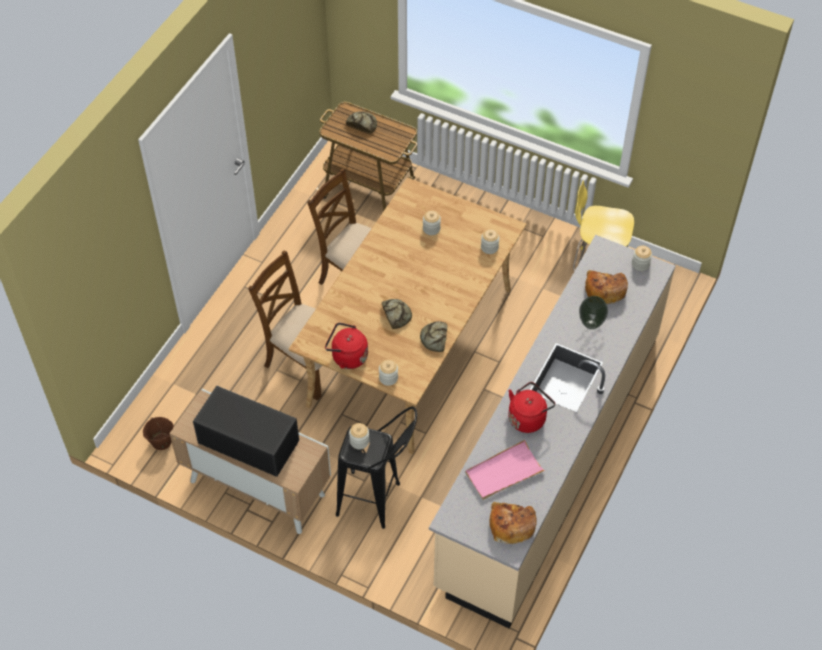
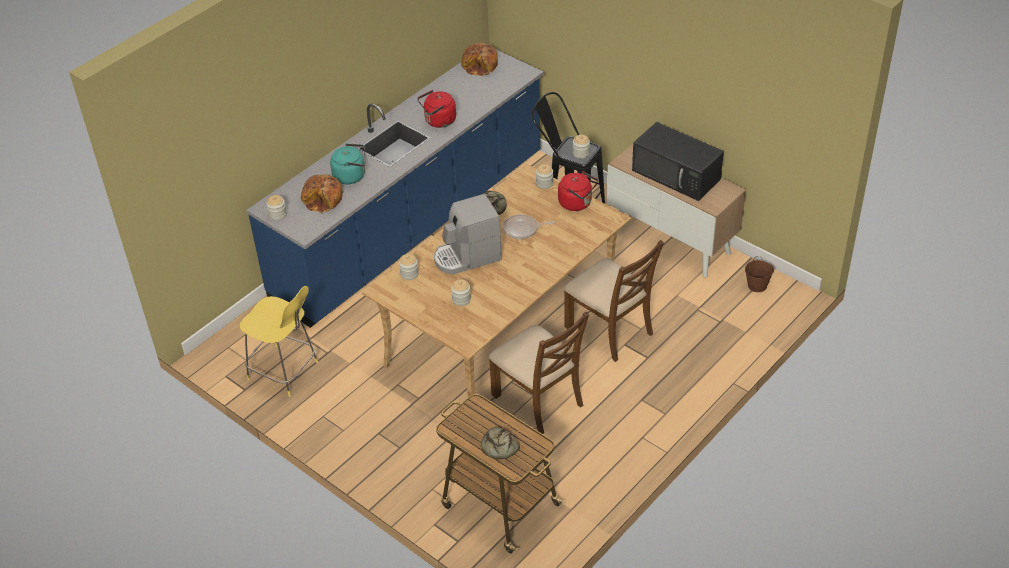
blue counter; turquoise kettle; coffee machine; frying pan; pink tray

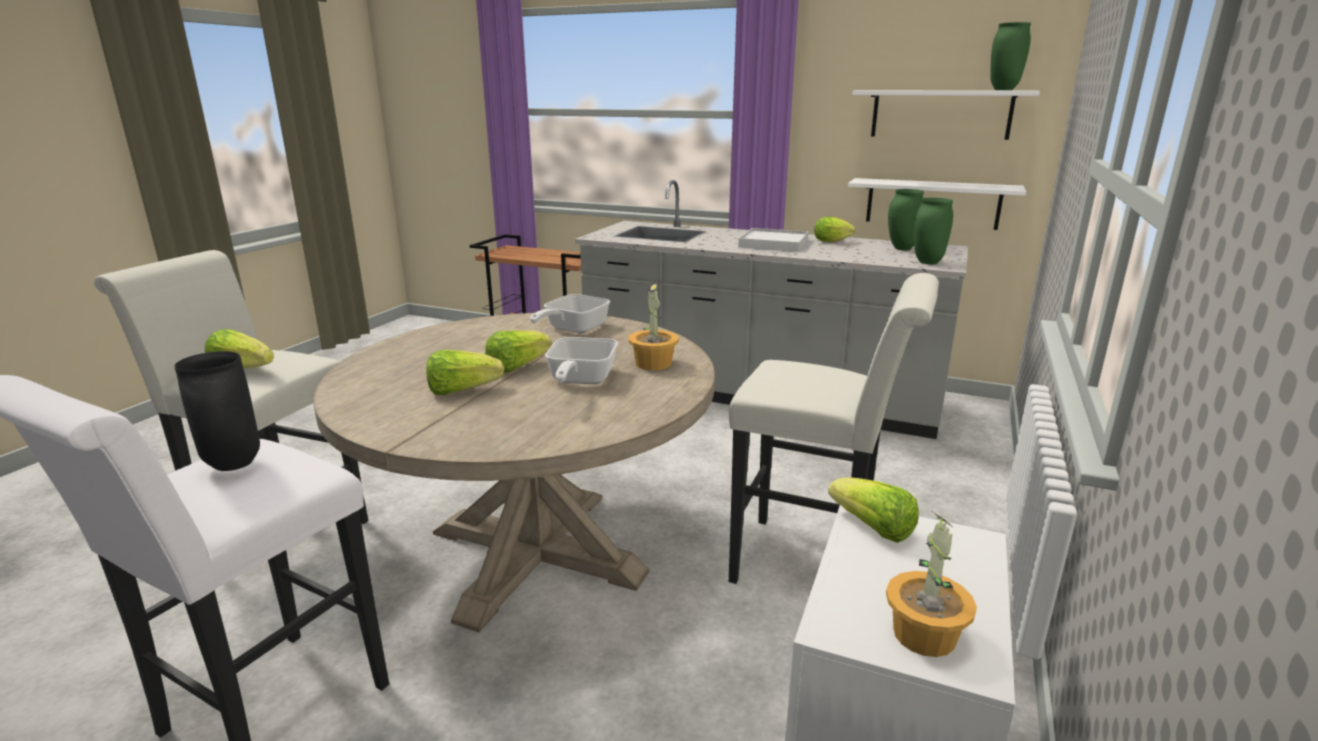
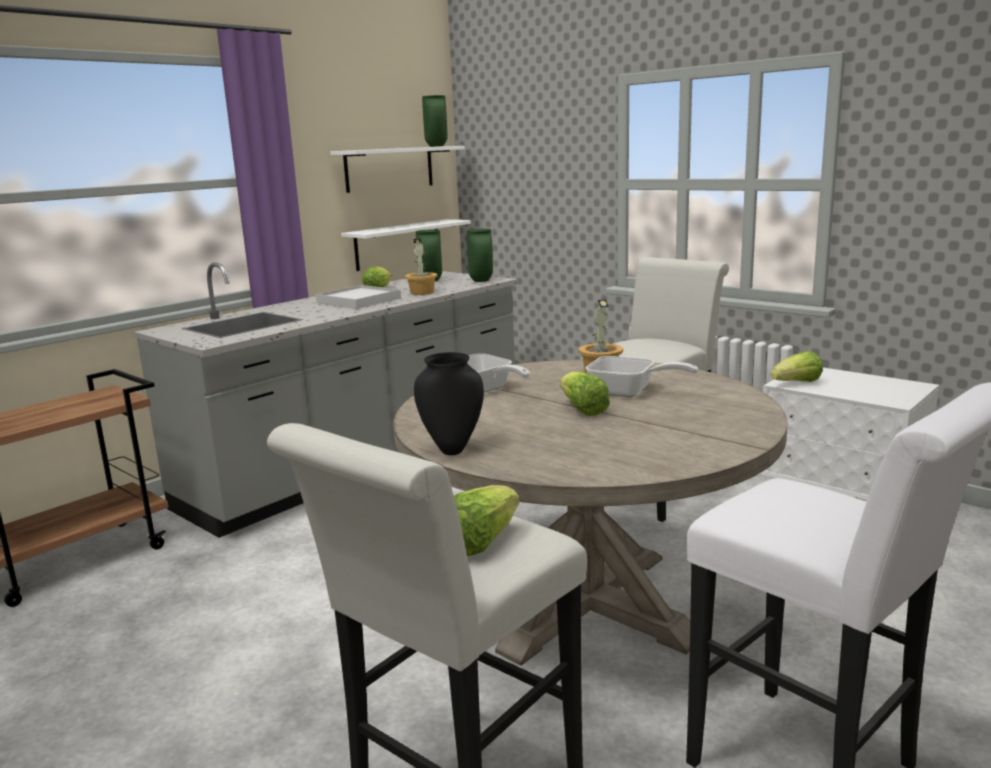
potted plant (1st from left); black vase; lettuce (2nd from left in the first image)

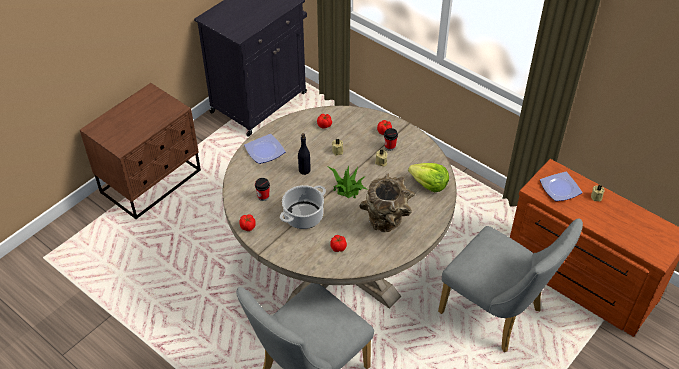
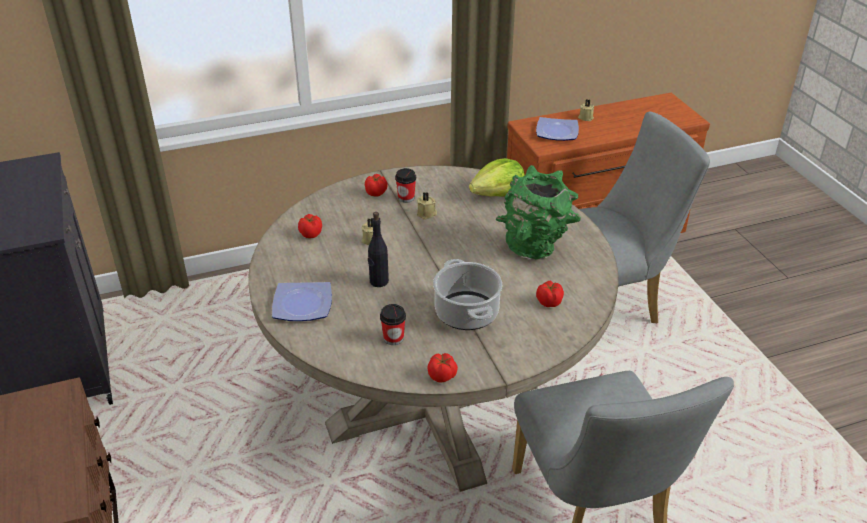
green vase; potted plant

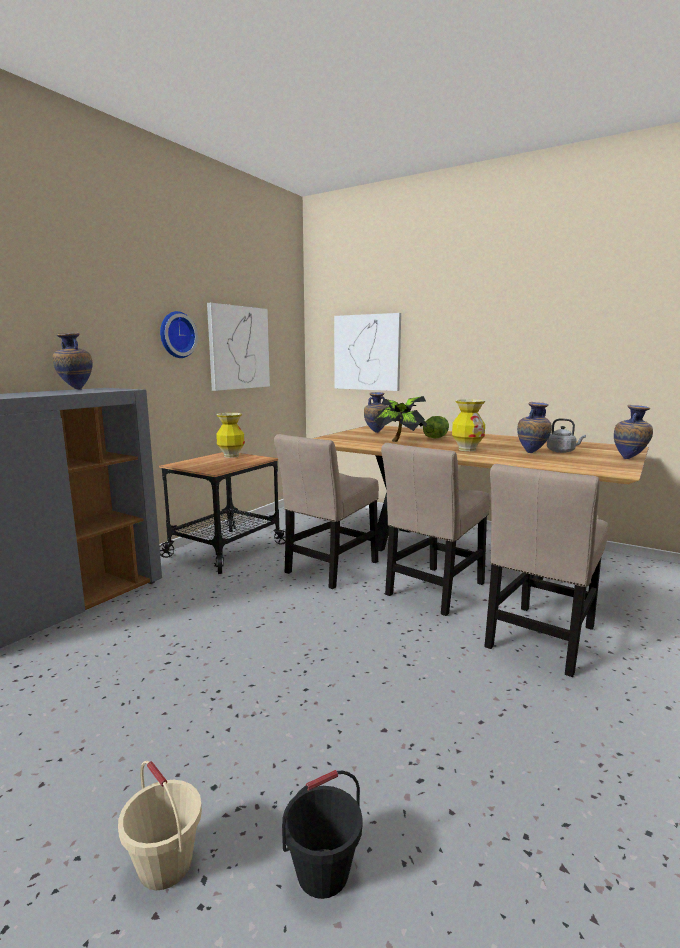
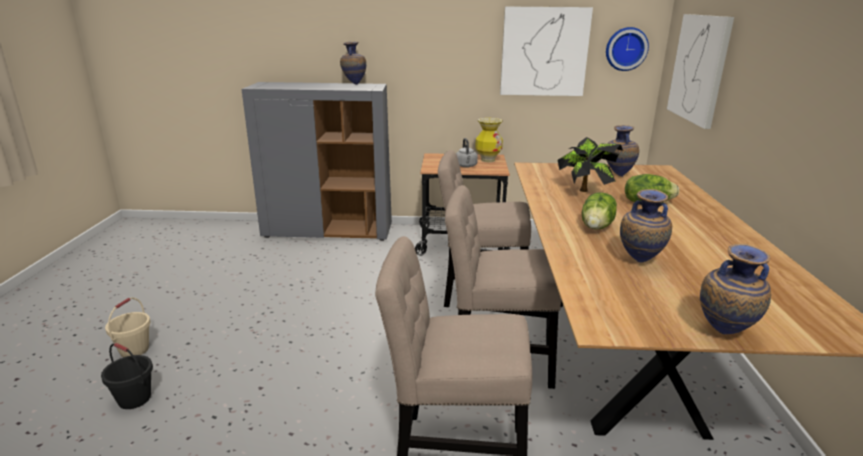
grey kettle; lettuce (1st from left); wall clock

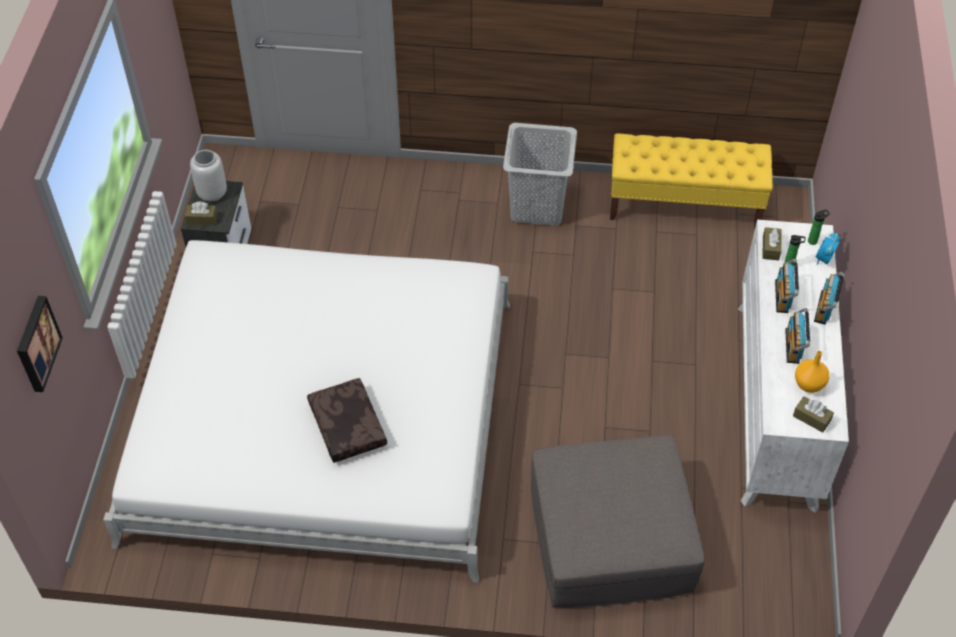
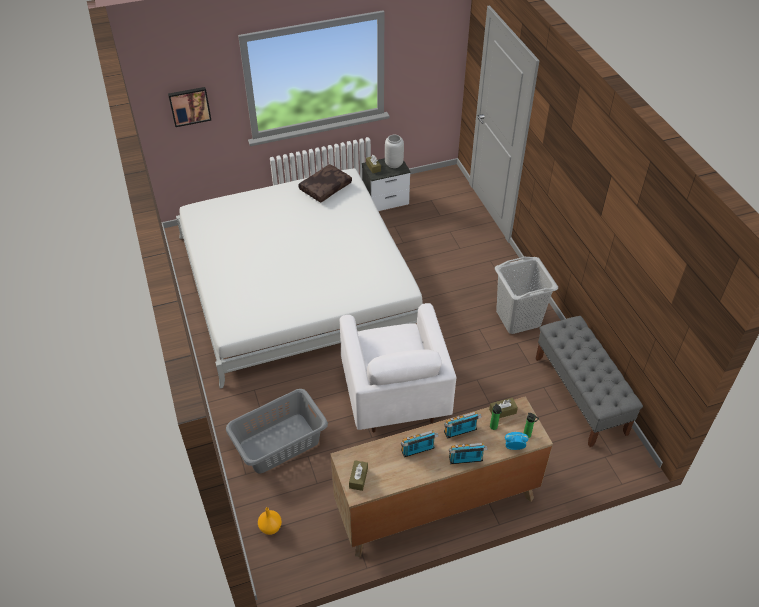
grey laundry basket (1st from left); orange vase; brown pillow; brown dresser; white armchair; grey bench

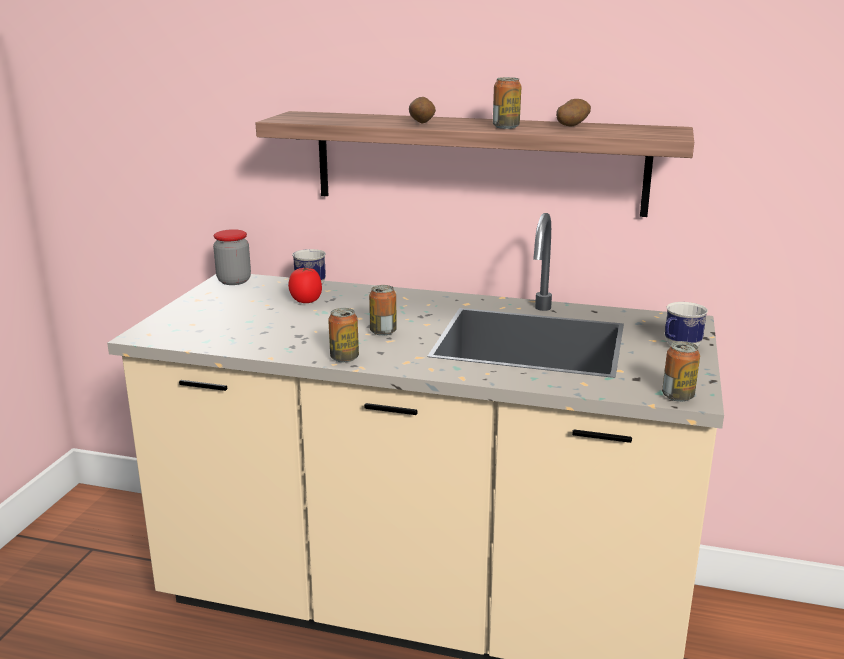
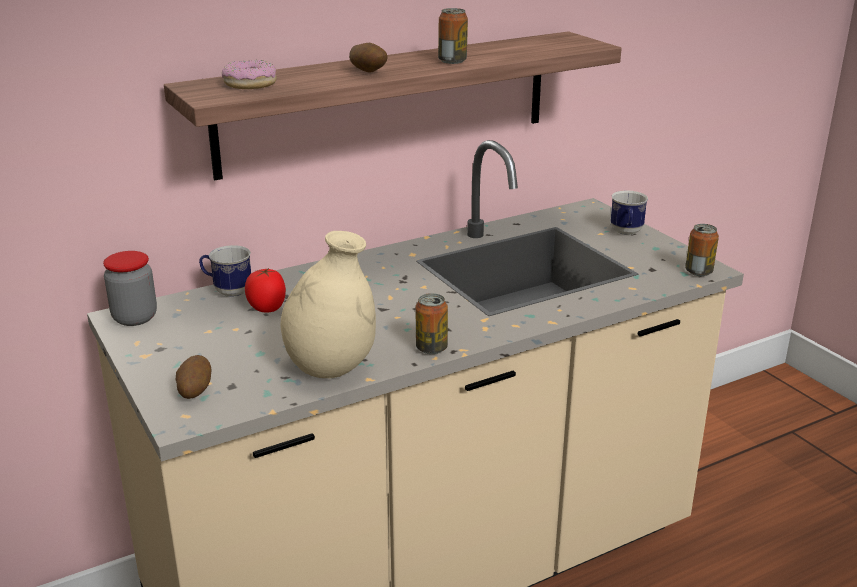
potato (1st from left); donut; beige vase; can (2nd from left in the first image)

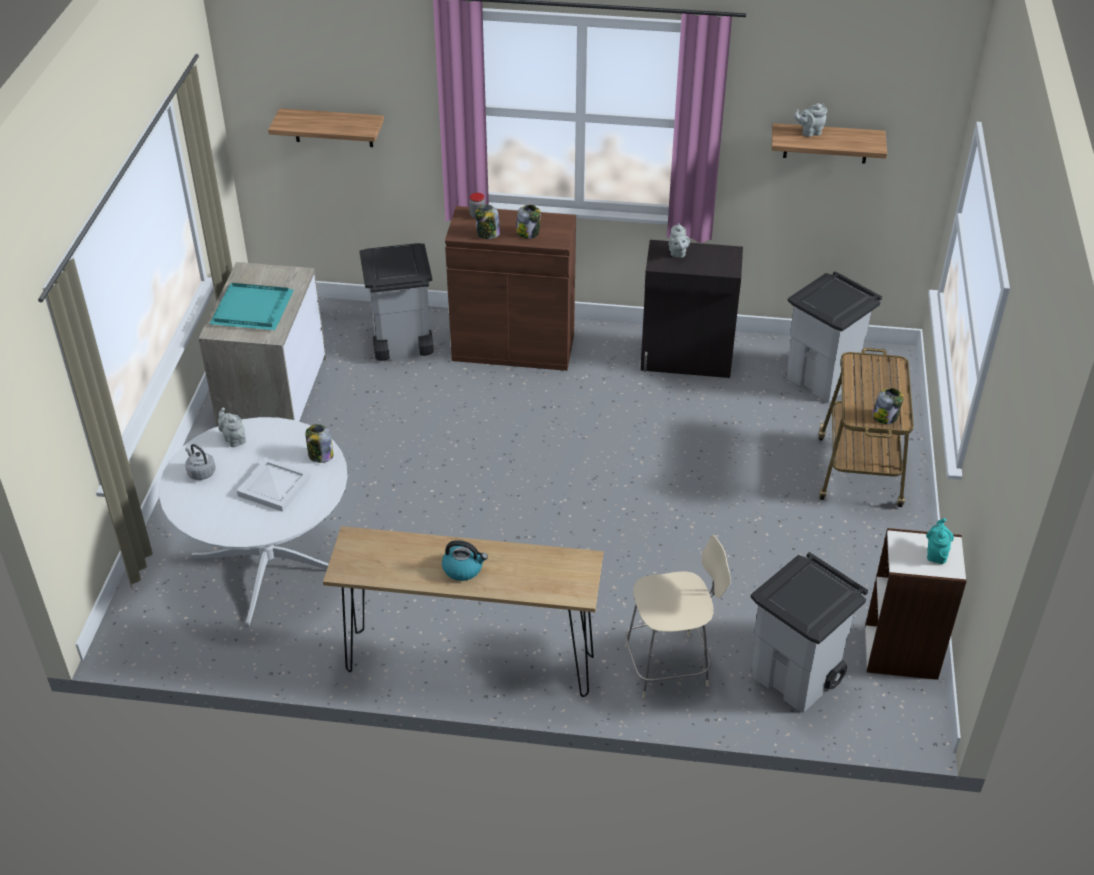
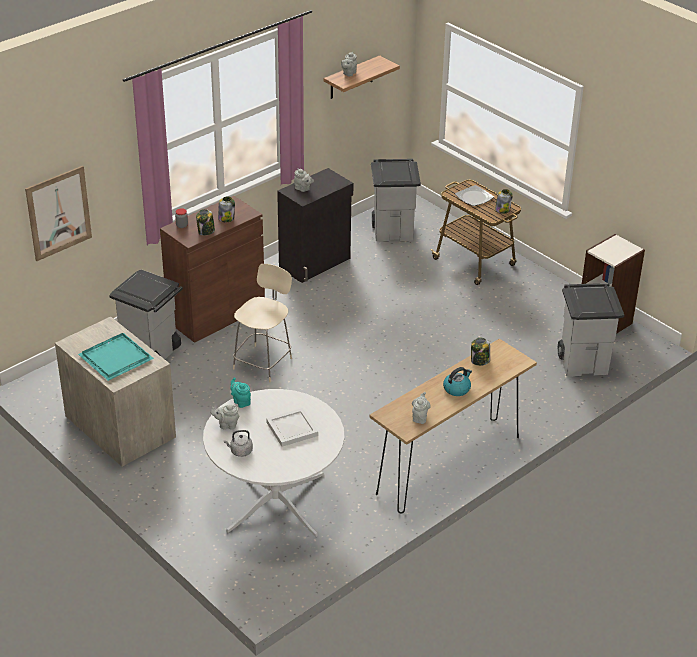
picture; turquoise teapot; beige chair; grey teapot (4th from left); plate; jar (4th from left)

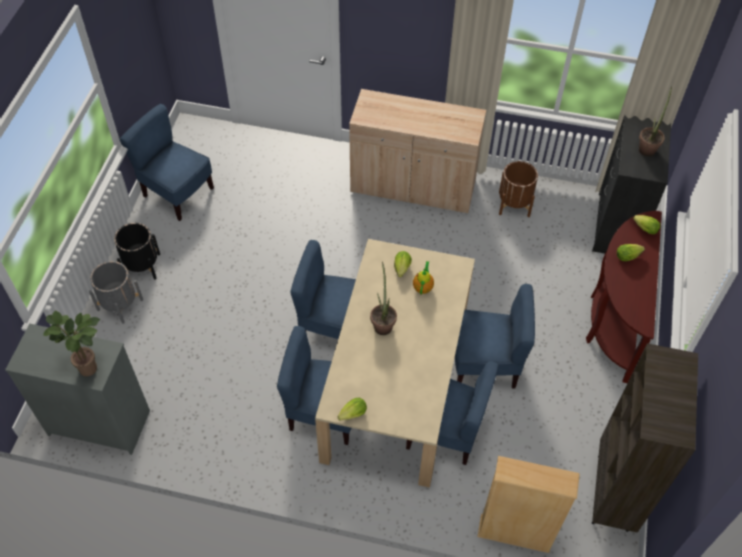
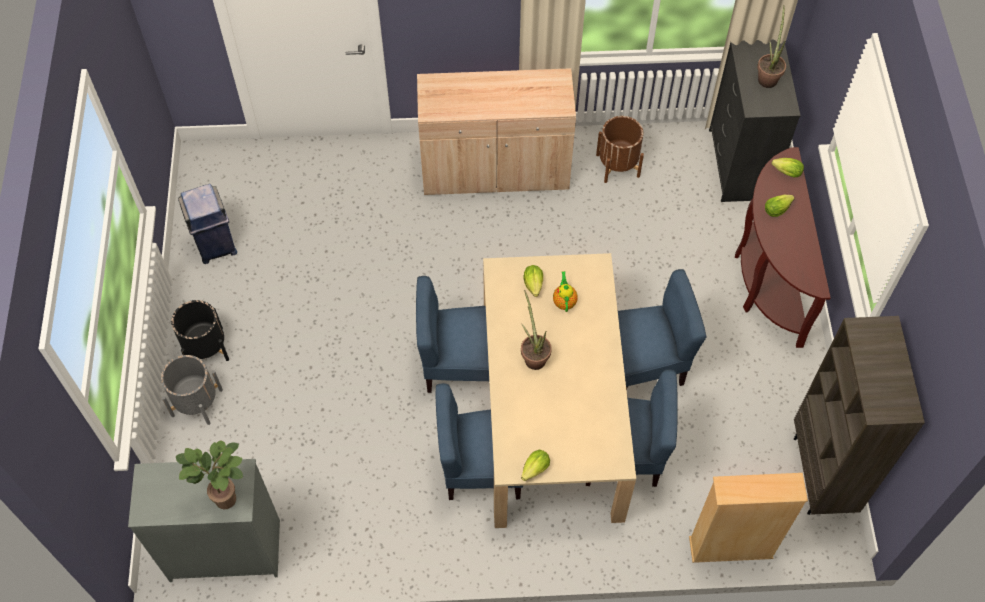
blue trash can

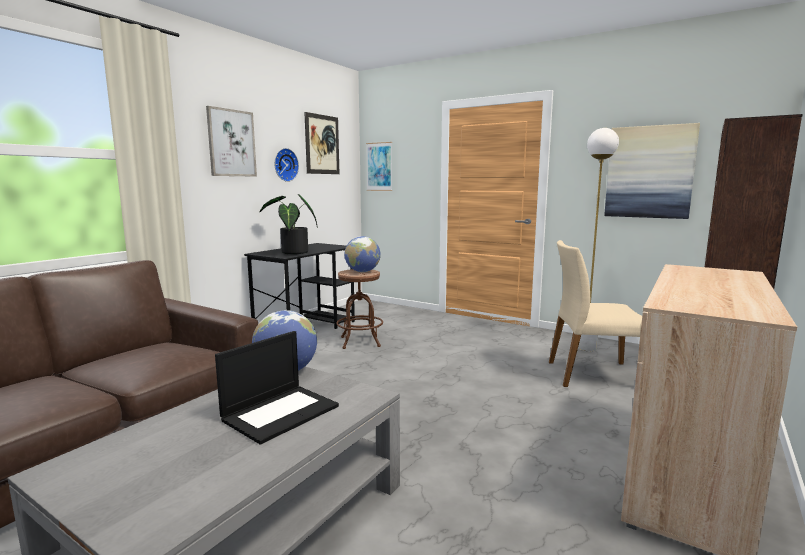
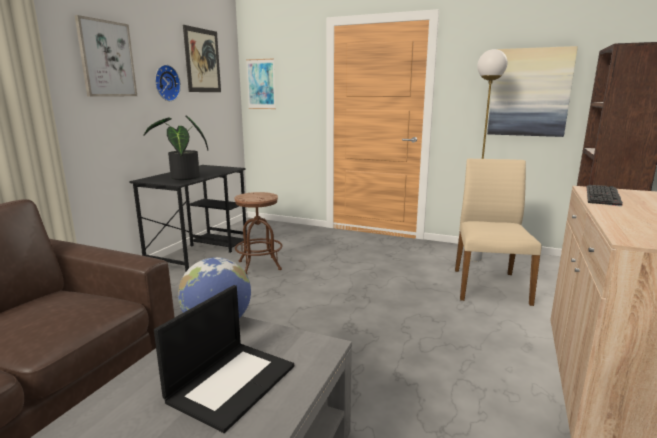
beige chair; keyboard; globe (2nd from left in the first image)

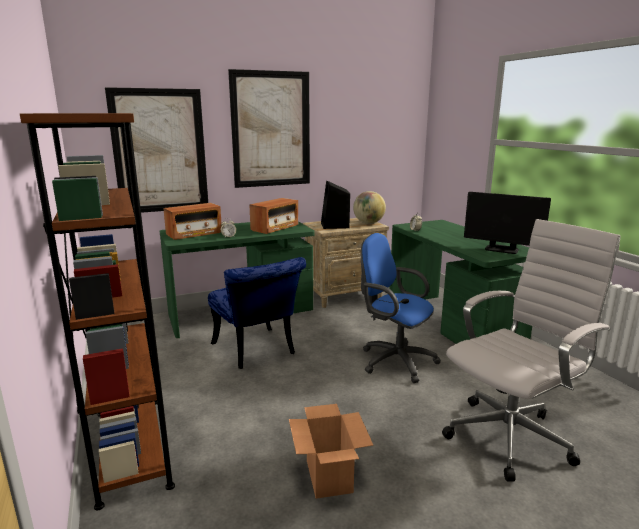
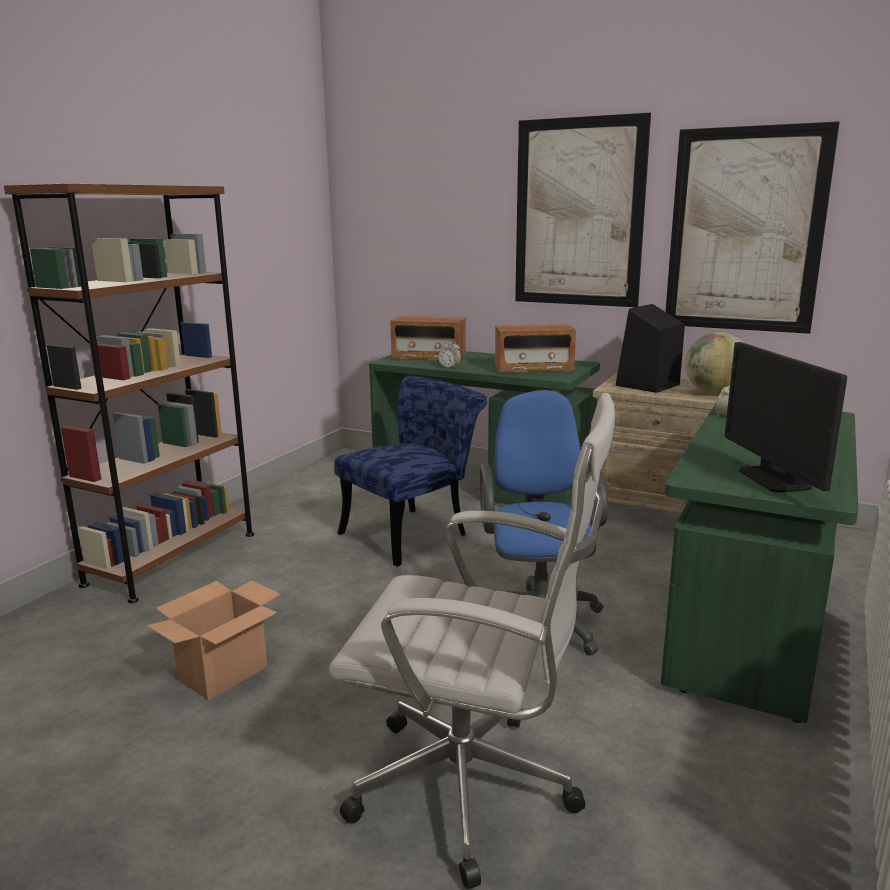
blue chair; picture (2nd from left)

